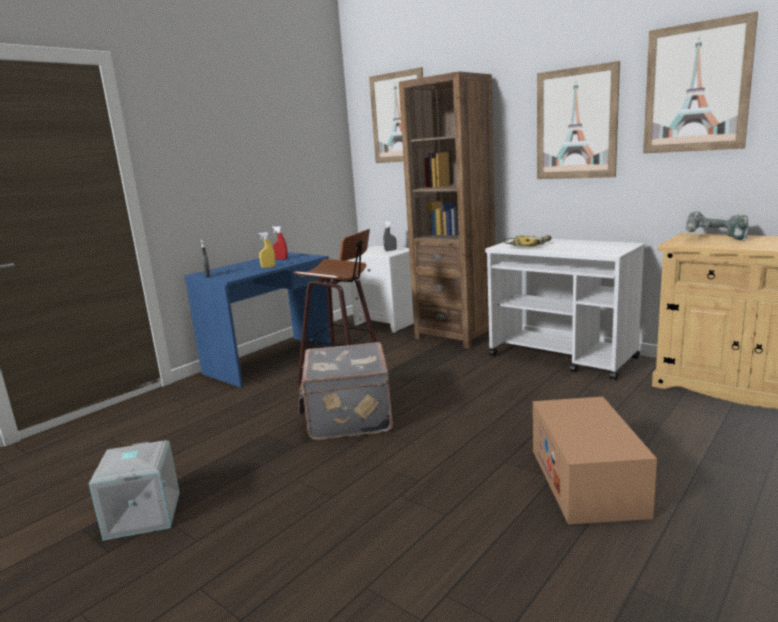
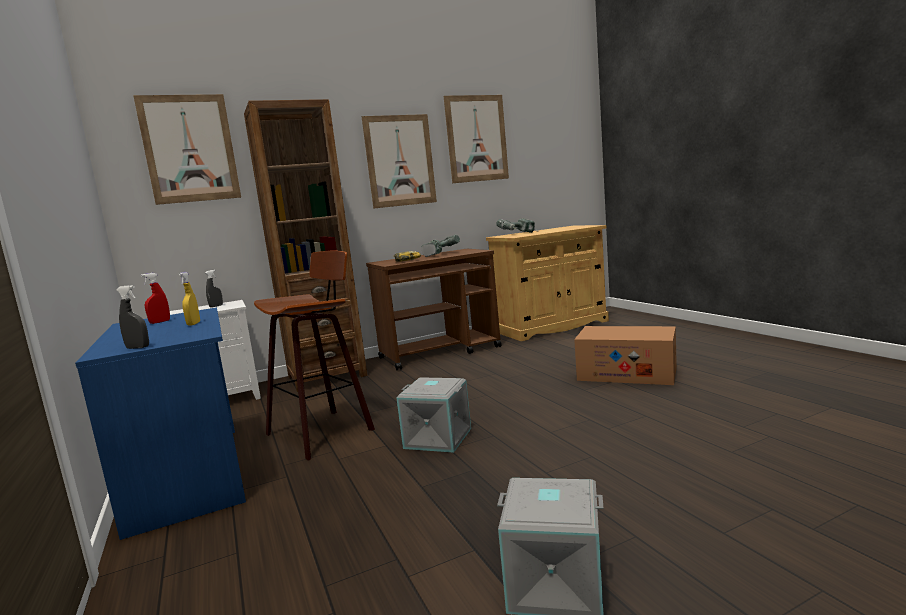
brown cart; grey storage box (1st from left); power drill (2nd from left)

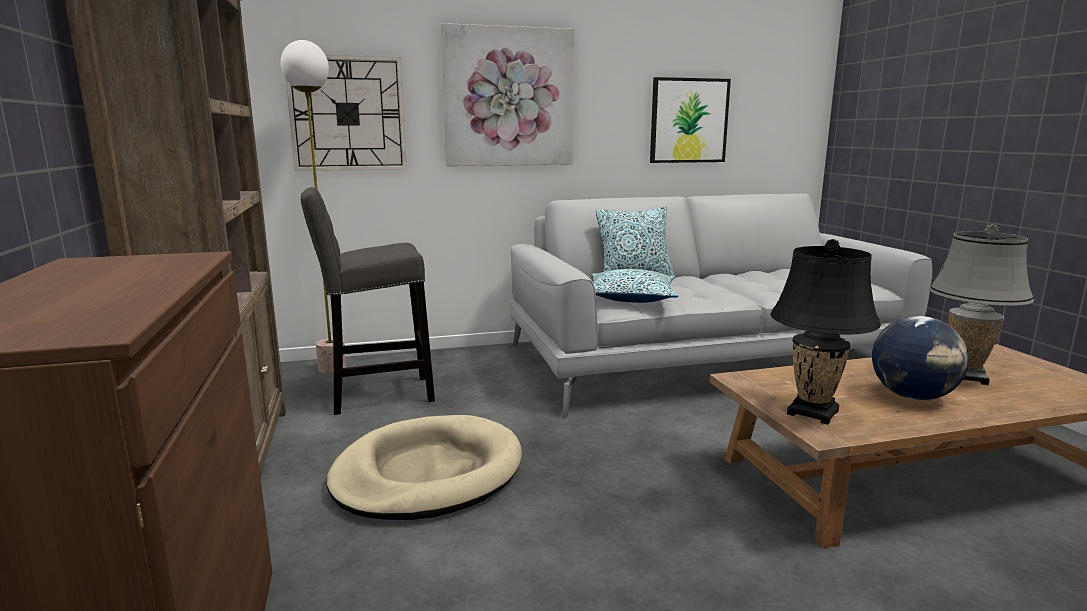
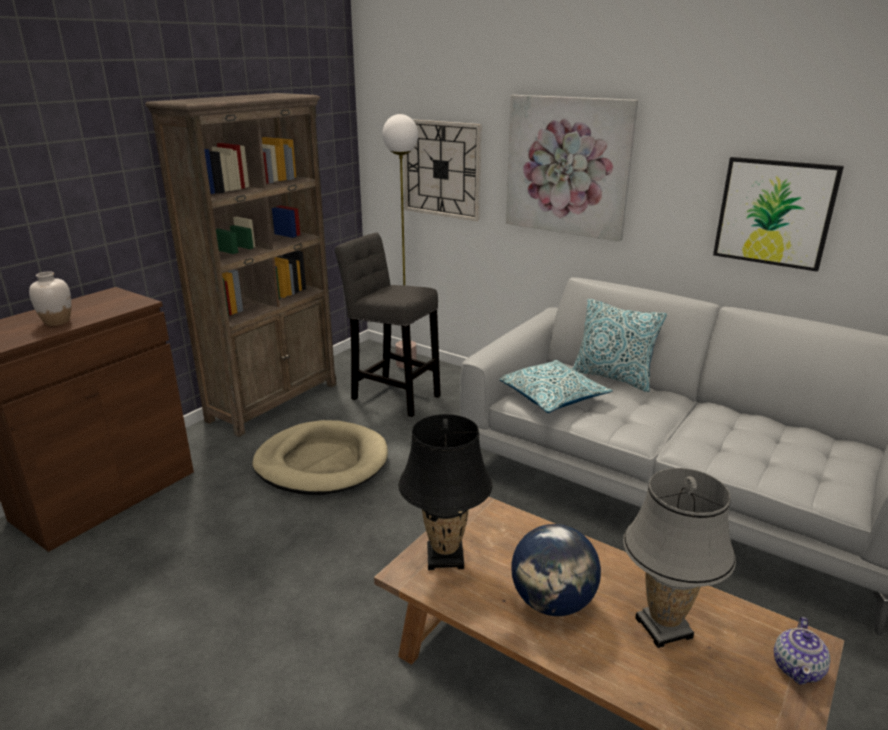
white vase; teapot

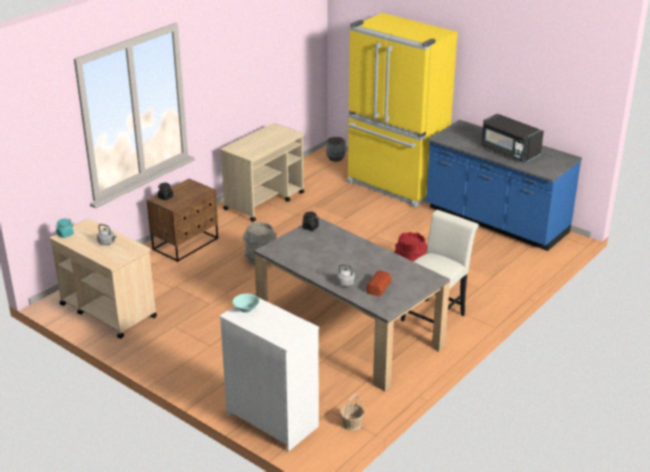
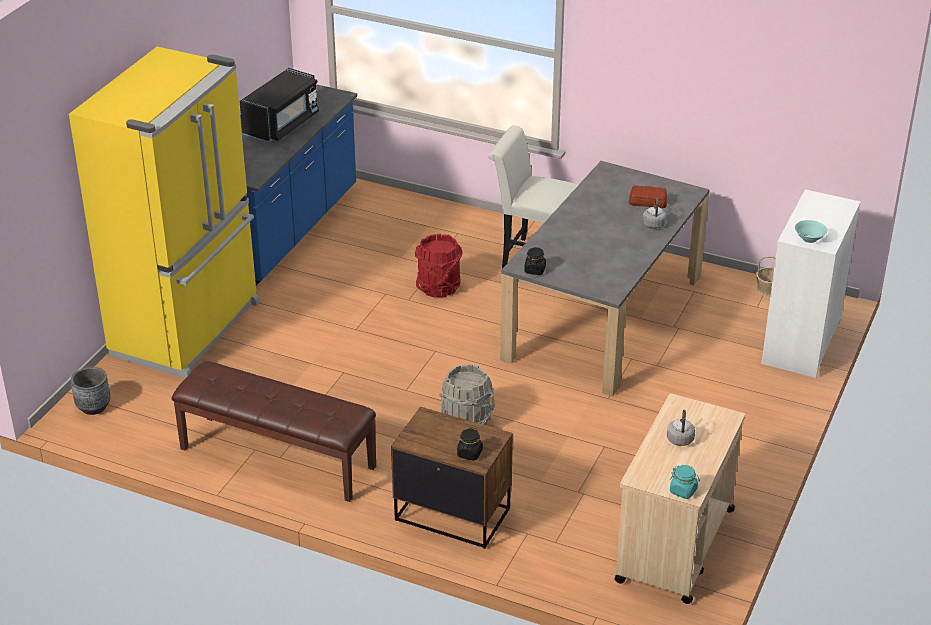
brown bench

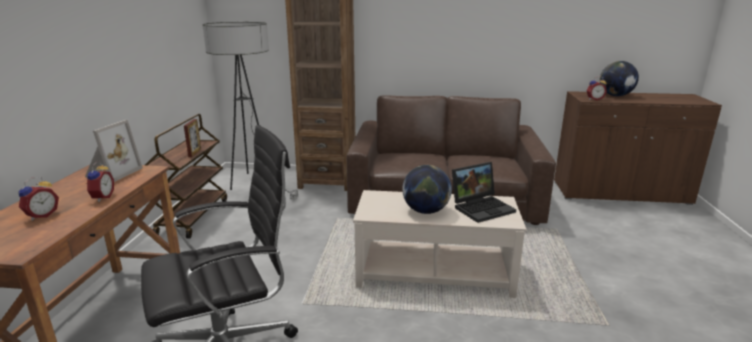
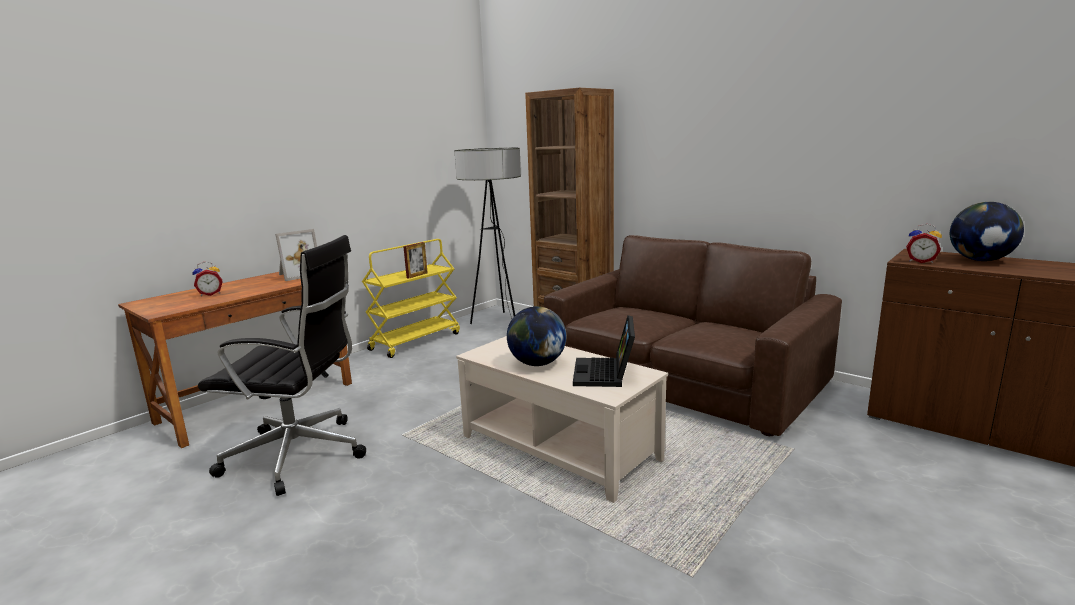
yellow cart; laptop; alarm clock (2nd from left in the first image)

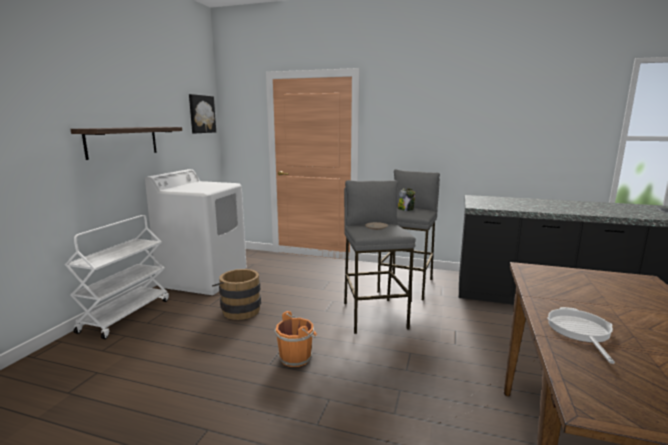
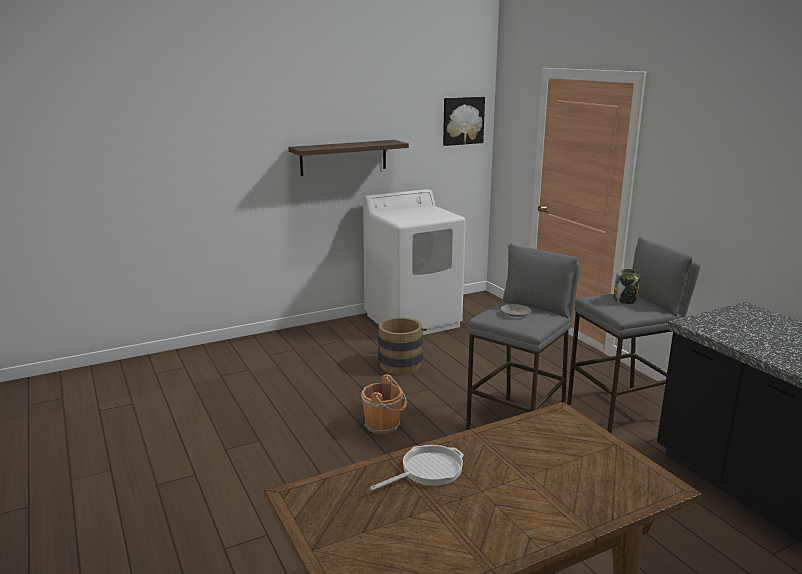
white cart

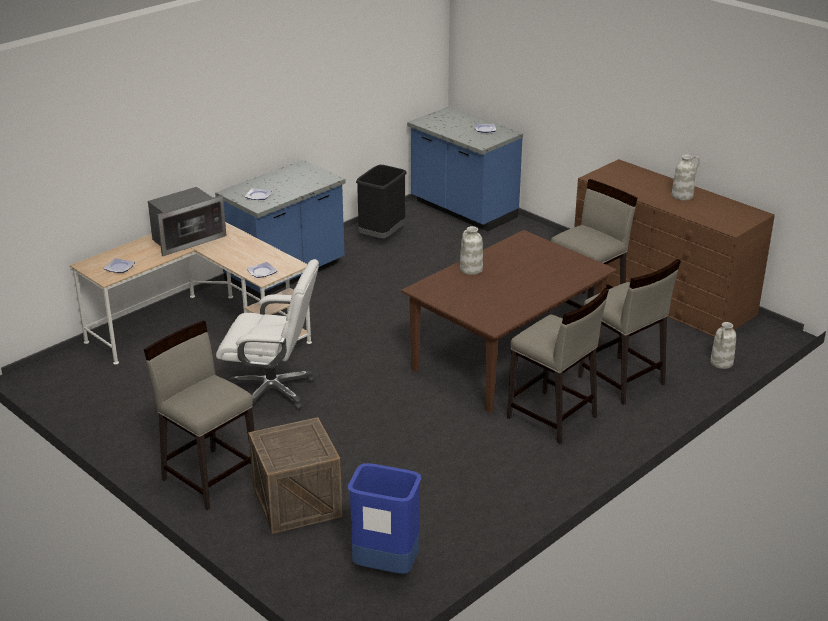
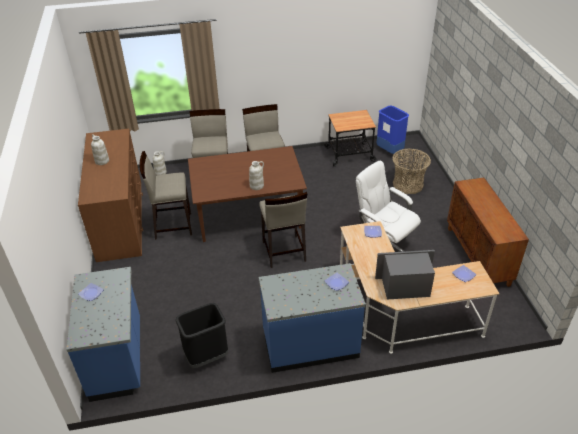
beige stool (4th from left); cart; basket; brown cabinet

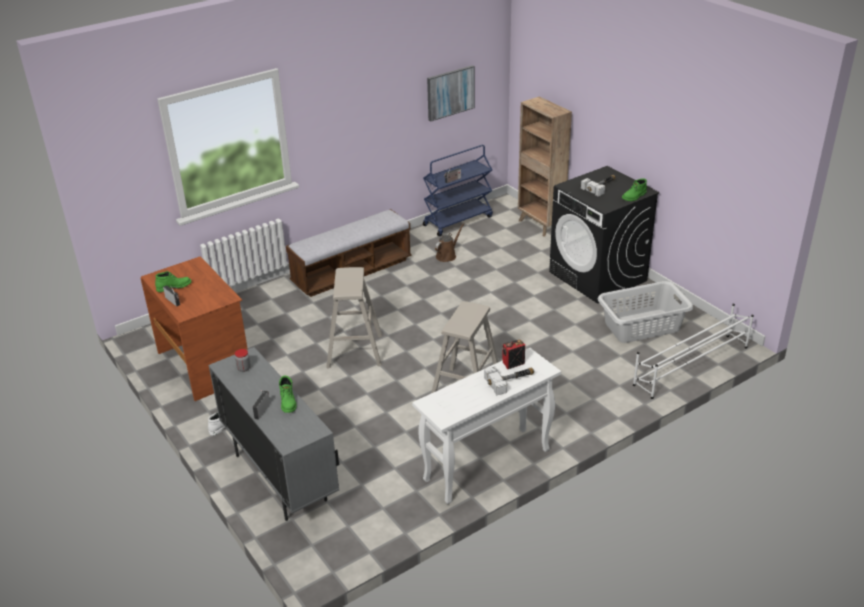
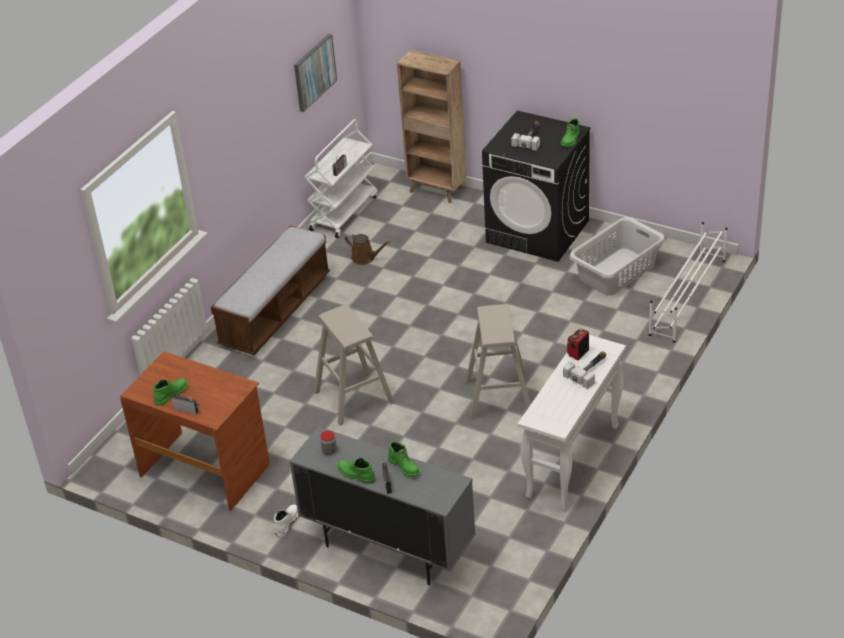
white cart; green boot (2nd from left); brown watering can

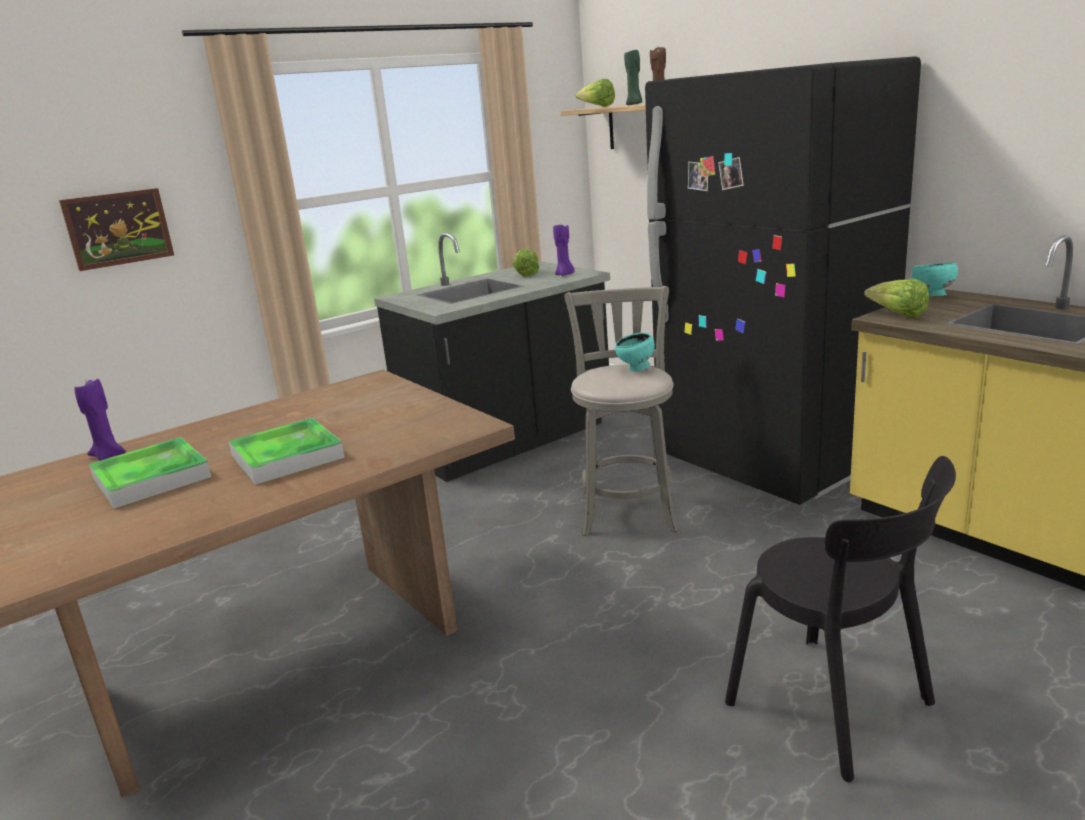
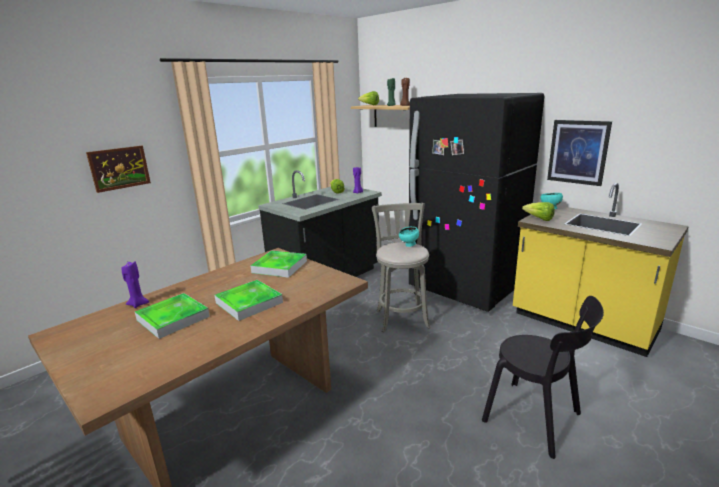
tray (3rd from left); picture (2nd from left)

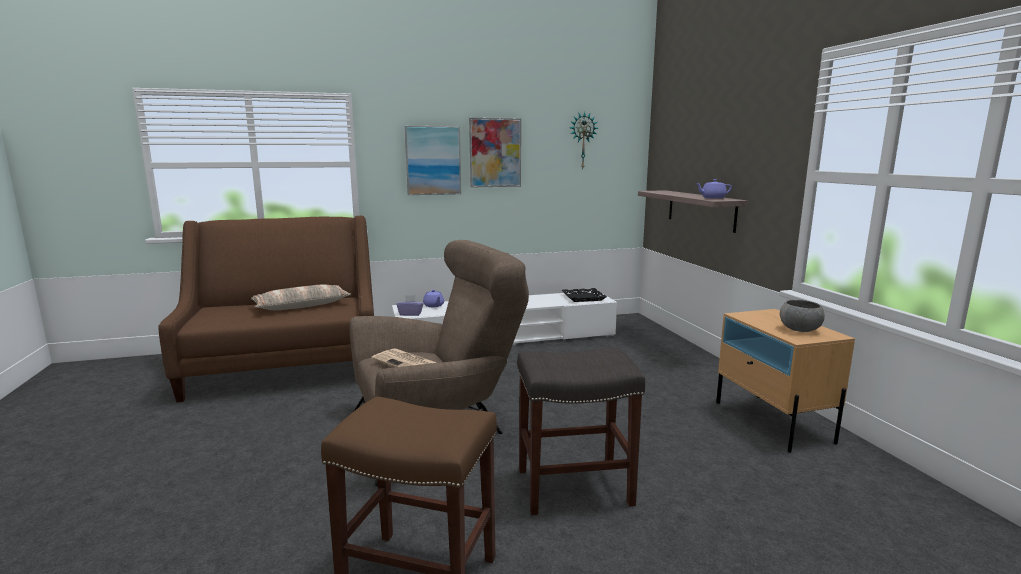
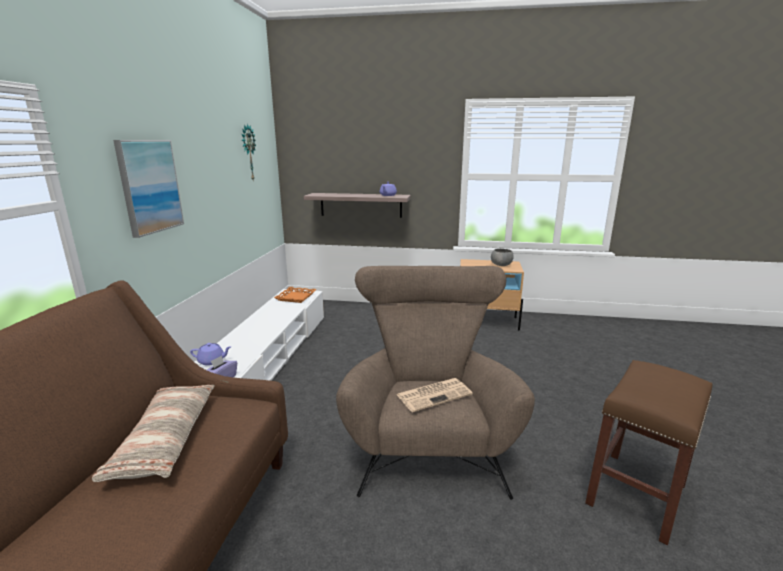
orange tray; picture (2nd from left in the first image); grey stool

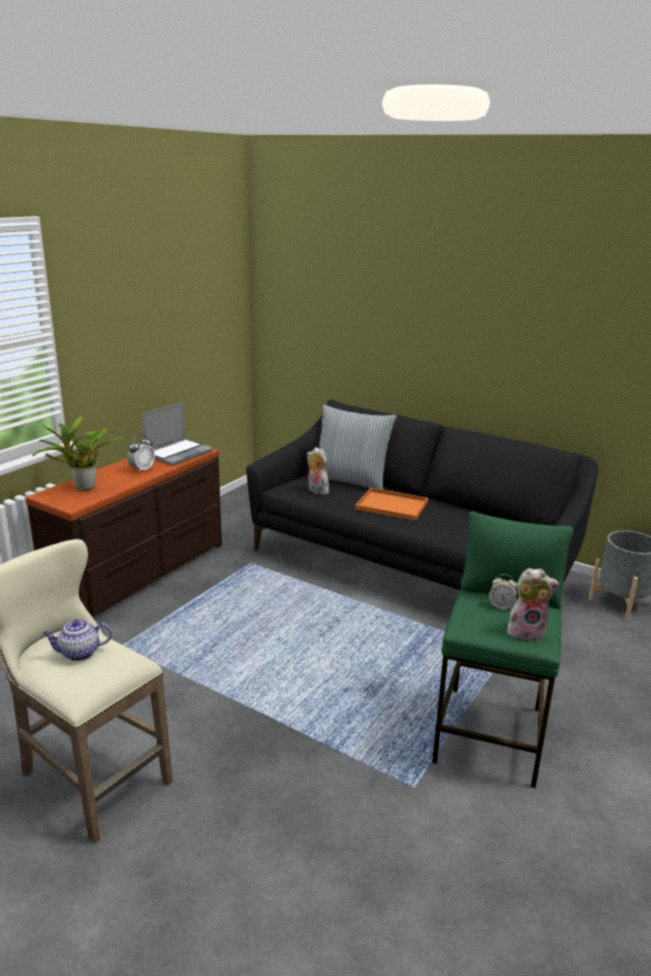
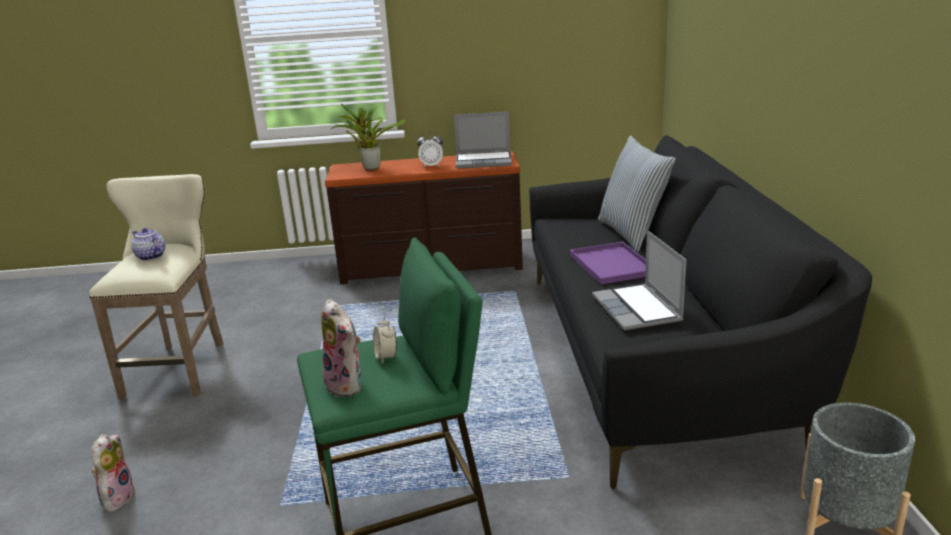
plush toy (1st from left); purple tray; laptop (2nd from left)

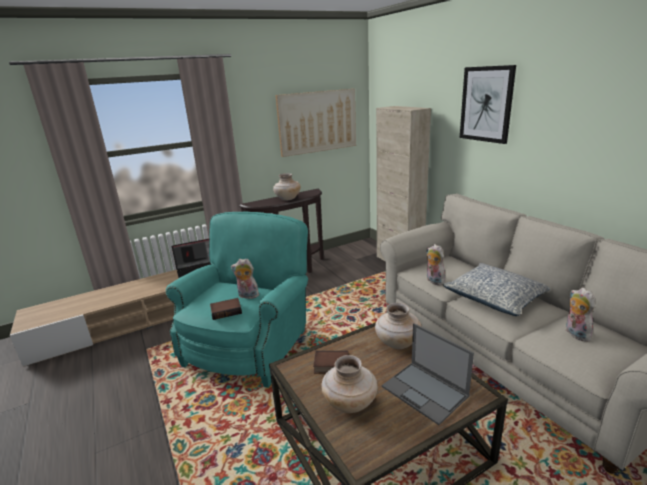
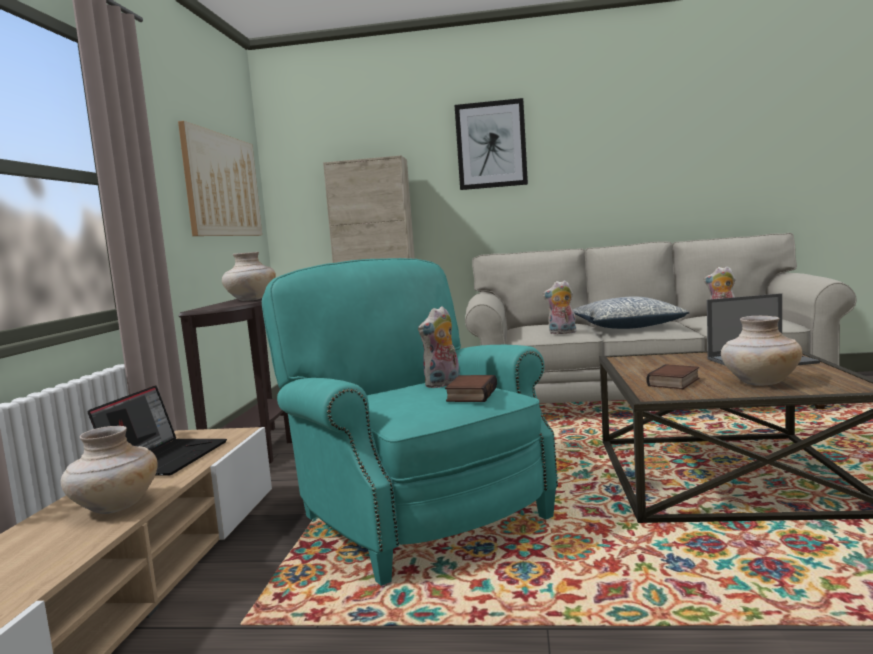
beige vase (1st from left)

